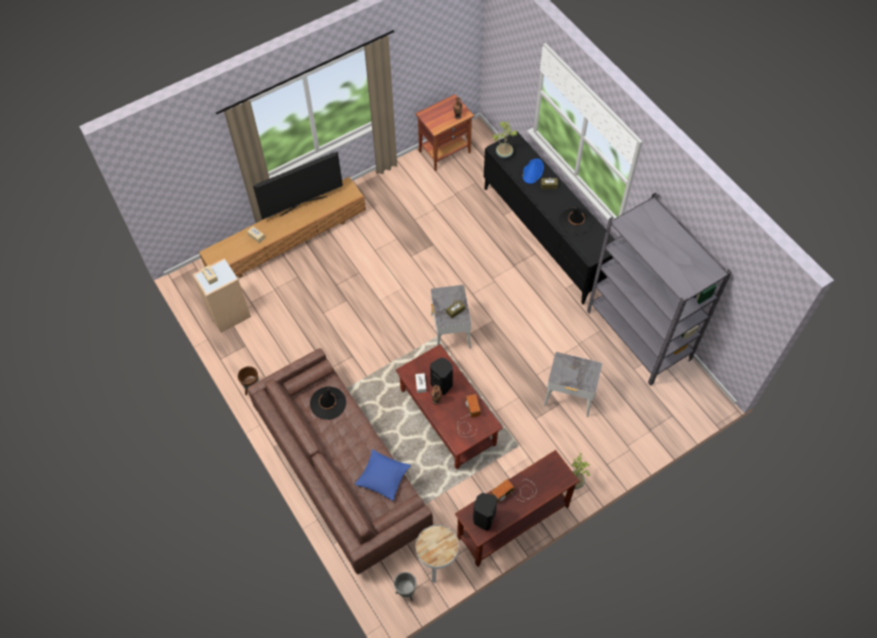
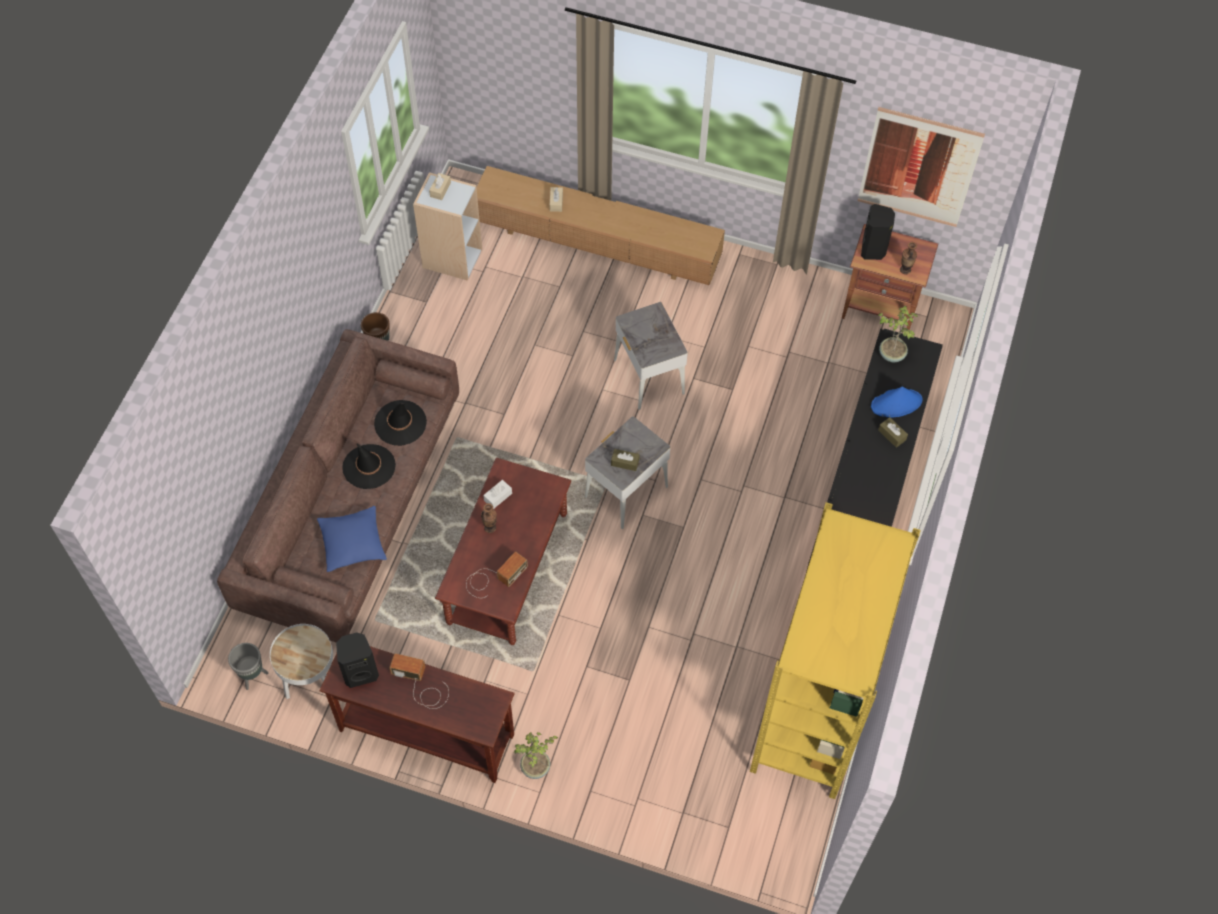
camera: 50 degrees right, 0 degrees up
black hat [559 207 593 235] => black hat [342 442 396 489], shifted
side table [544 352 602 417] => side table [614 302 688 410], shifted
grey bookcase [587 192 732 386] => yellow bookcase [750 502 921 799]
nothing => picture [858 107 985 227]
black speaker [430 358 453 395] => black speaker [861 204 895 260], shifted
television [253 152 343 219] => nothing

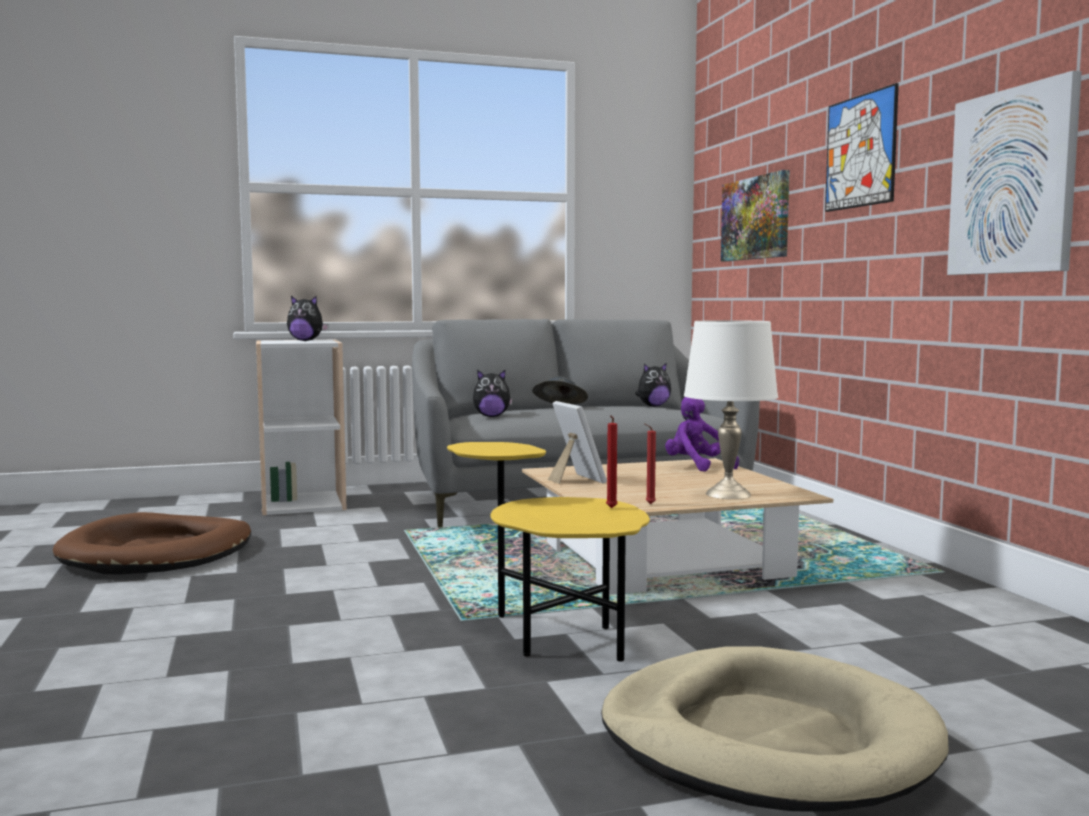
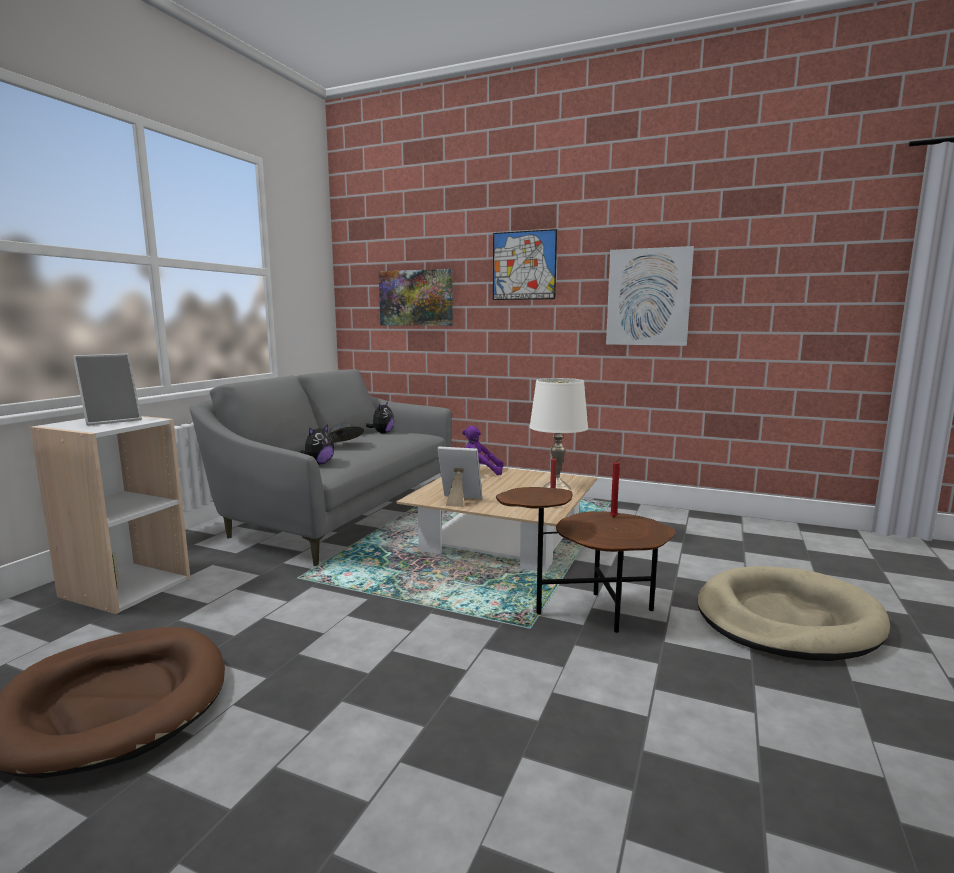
camera: 50 degrees left, 5 degrees up
plush toy [287 296 329 341] => picture frame [73 354 142 426]
yellow side table [447 442 650 662] => brown side table [496 487 675 633]

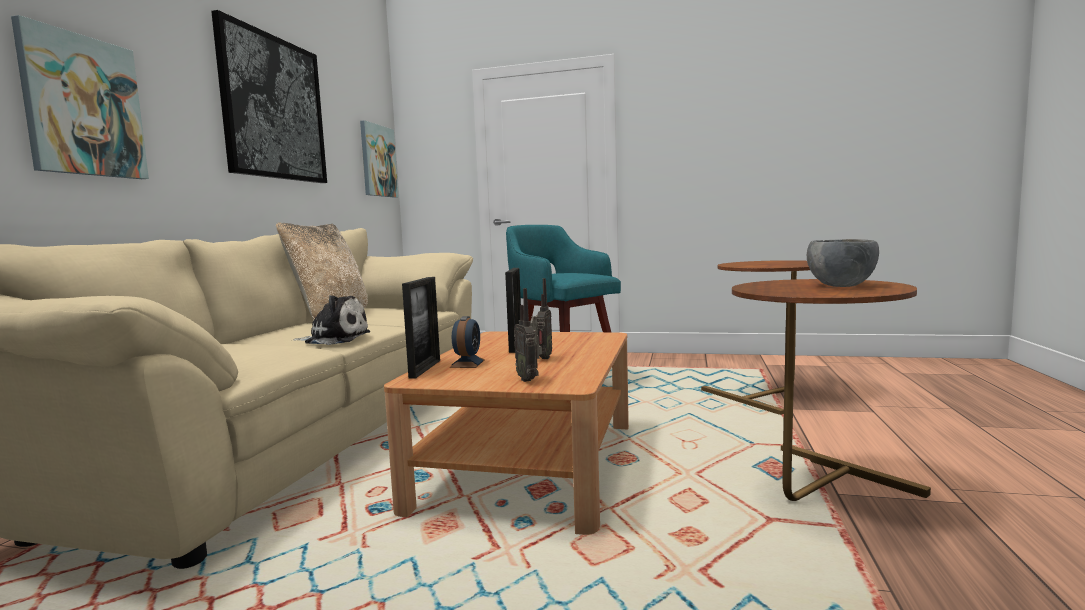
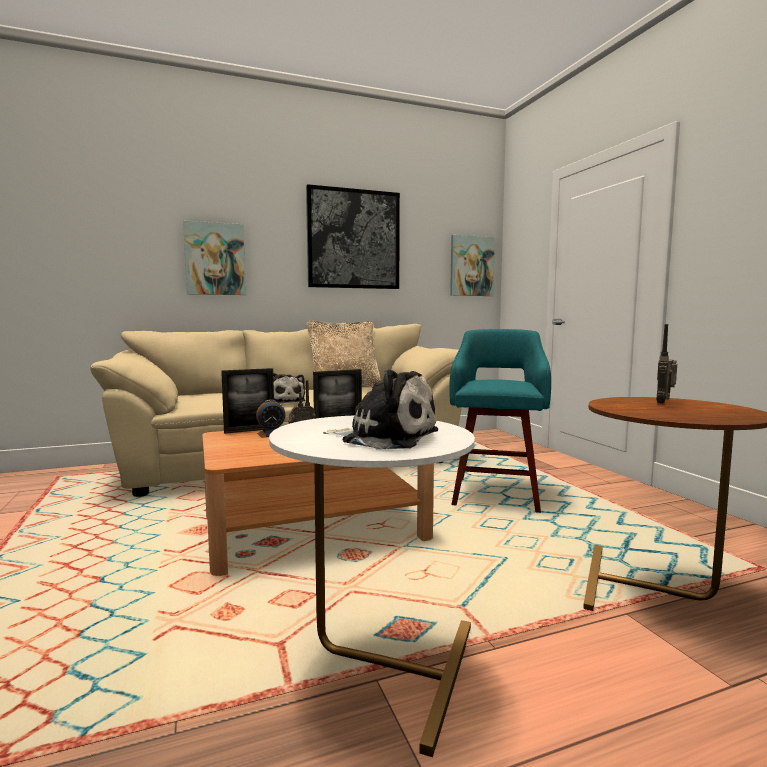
camera: 55 degrees right, 0 degrees up
brown side table [732 279 931 501] => white side table [269 415 475 757]
grey bowl [807 239 879 287] => plush toy [323 369 438 450]
radio [514 288 542 382] => radio [657 324 677 404], shifted

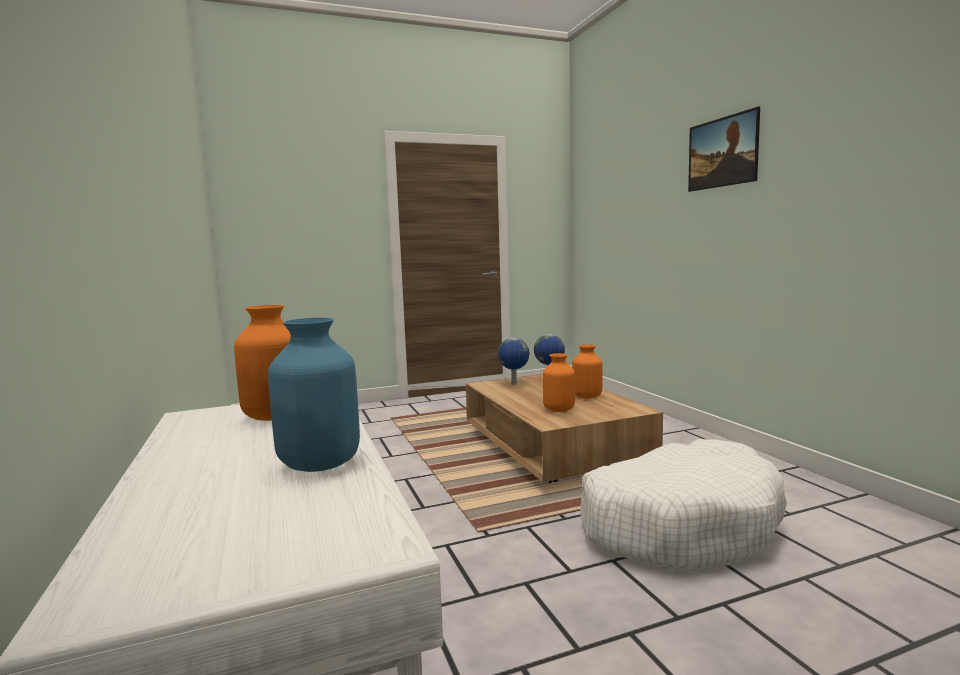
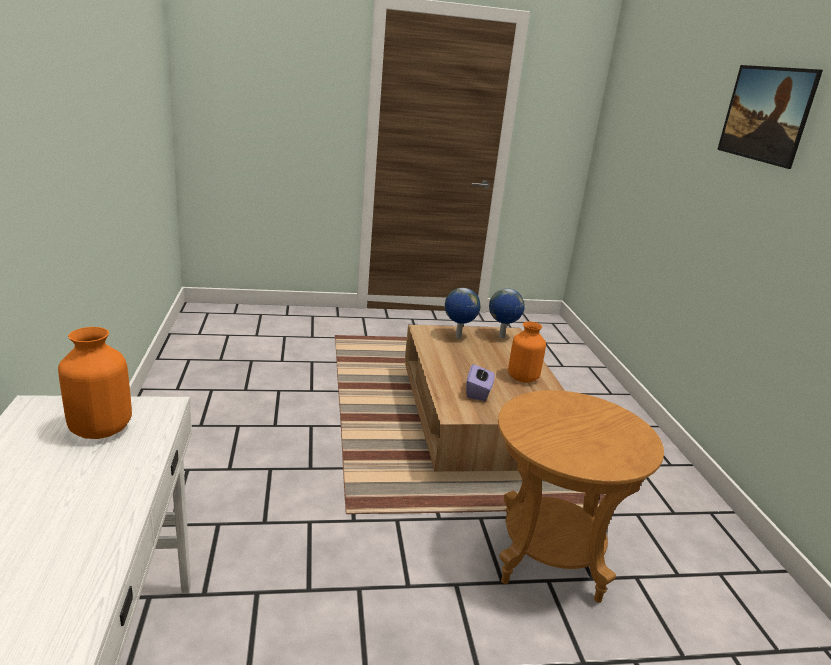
camera: 10 degrees right, 15 degrees up
orange vase [543 353 575 412] => purple tissue box [466 364 495 401]
white dog bed [580 439 787 571] => brown side table [498 390 664 603]
blue vase [268 318 360 472] => nothing

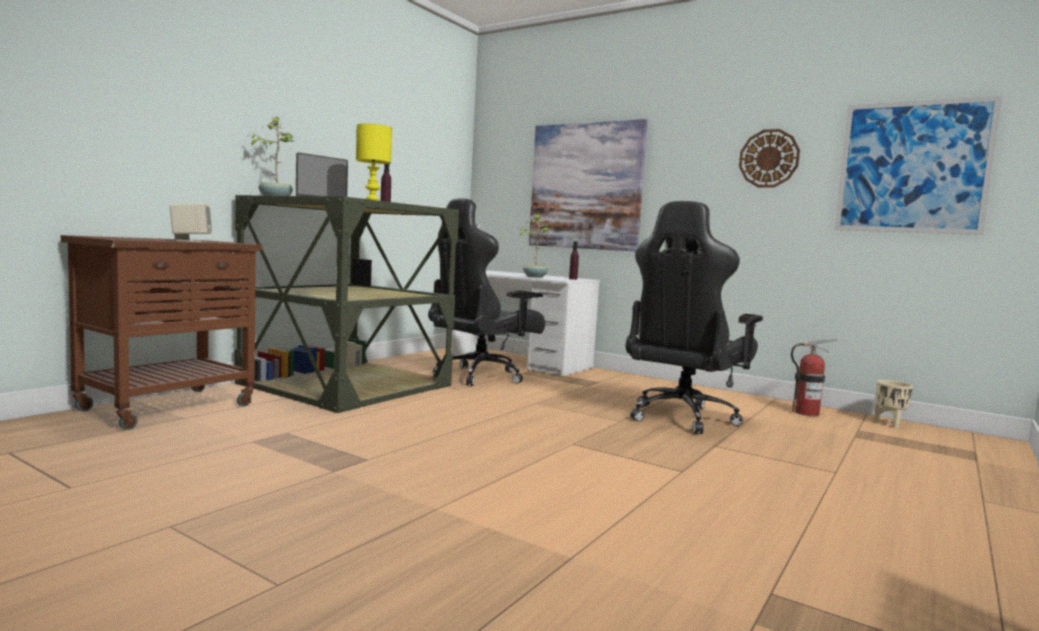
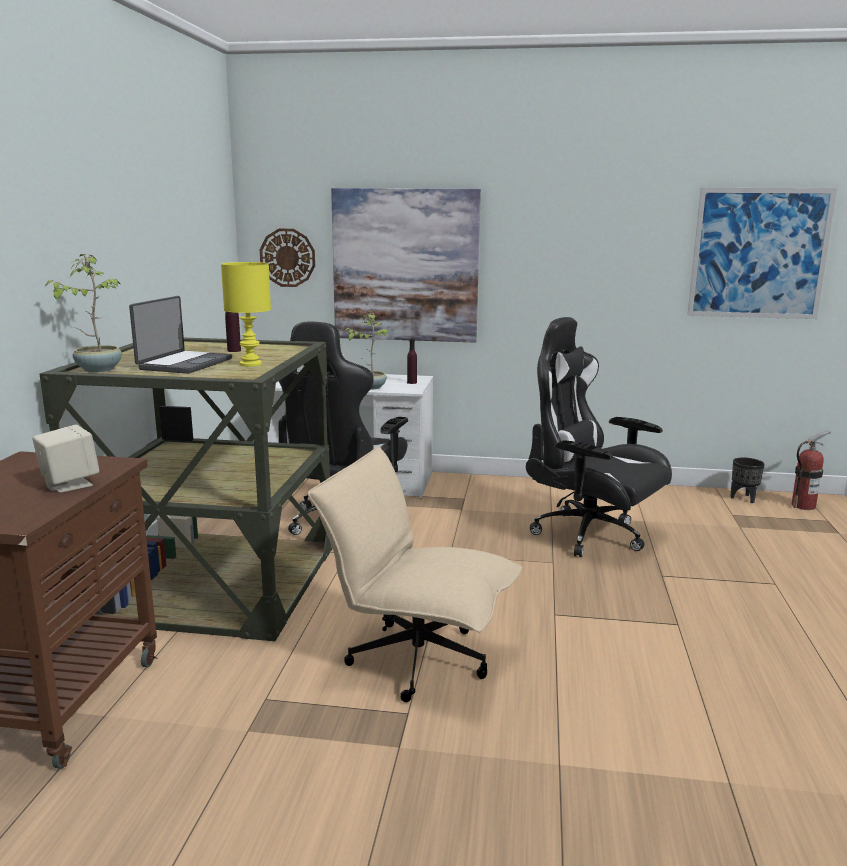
camera: 25 degrees left, 10 degrees up
wall clock [739 129 800 188] => wall clock [260 229 315 287], shifted
nothing => beige office chair [308 446 522 702]
black office chair [626 201 763 434] => black office chair [526 317 672 557], 120 degrees clockwise
beige planter [874 380 913 428] => black planter [730 457 765 503]
fire extinguisher [791 339 838 416] => fire extinguisher [791 431 831 510], shifted

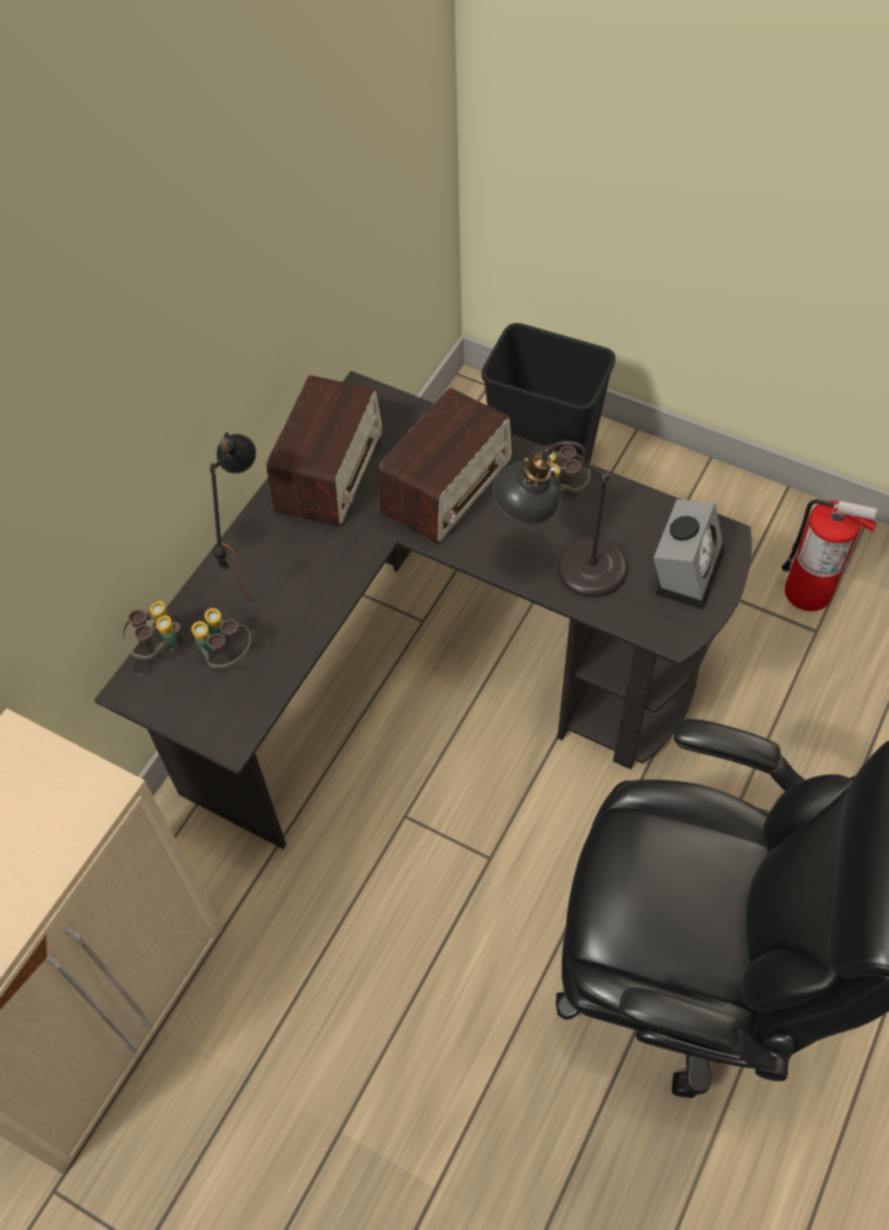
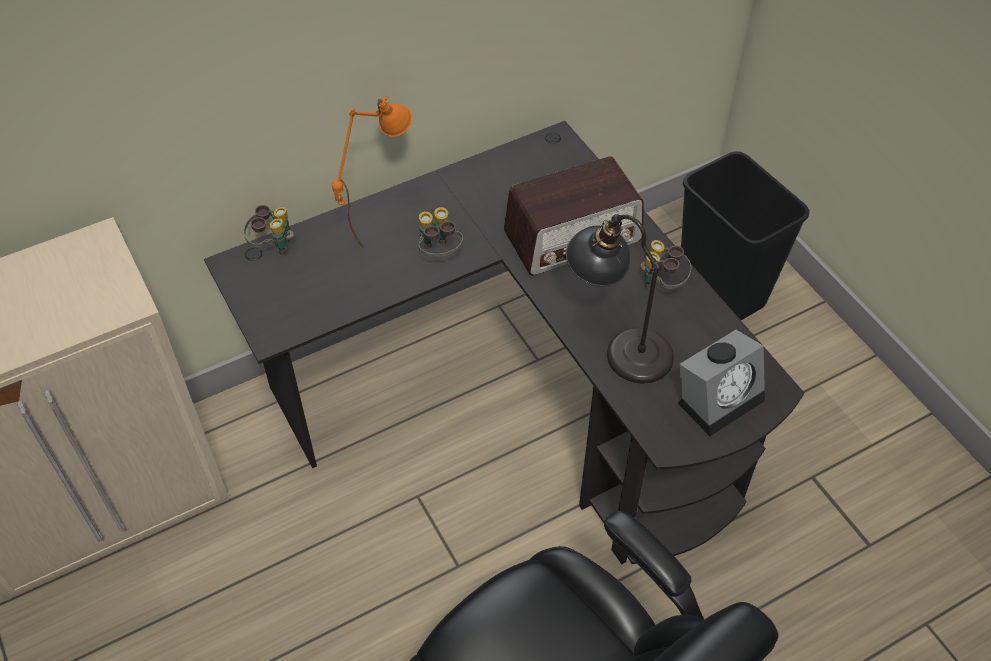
camera: 30 degrees right, 5 degrees down
black table lamp [210 432 256 602] => orange table lamp [332 96 412 248]
binoculars [191 608 251 668] => binoculars [419 207 463 257], shifted
radio [267 375 382 526] => nothing
fire extinguisher [782 499 878 611] => nothing

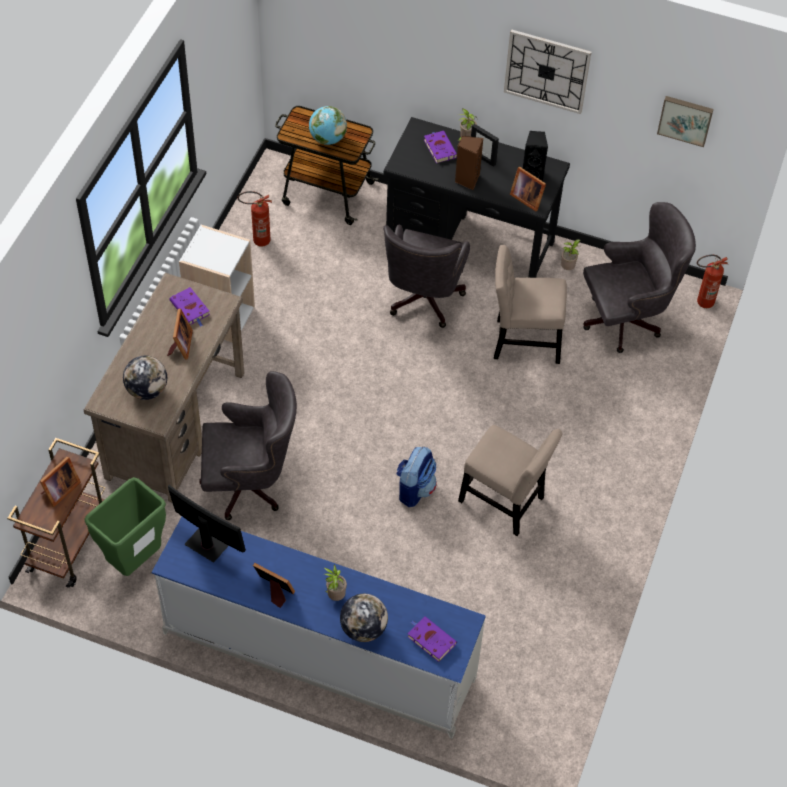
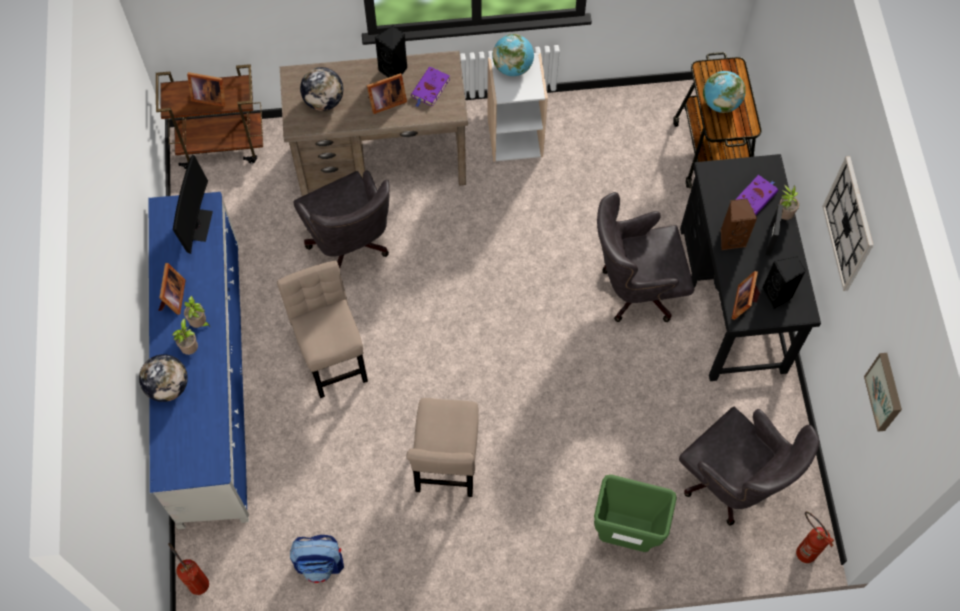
camera: 65 degrees right, 10 degrees up
fire extinguisher [237 191 272 247] => fire extinguisher [168 543 209 595], shifted
potted plant [561 239 580 270] => potted plant [184 296 210 328], shifted
beige chair [494 245 567 364] => beige chair [277 260 368 398], shifted
backpack [396 447 437 507] => backpack [290 535 344 583], shifted
nothing => black speaker [375 26 408 78]
nothing => globe [493 34 534 76]
green trash can [84 477 166 576] => green trash can [594 475 677 552], shifted
purple book [407 616 457 662] => nothing

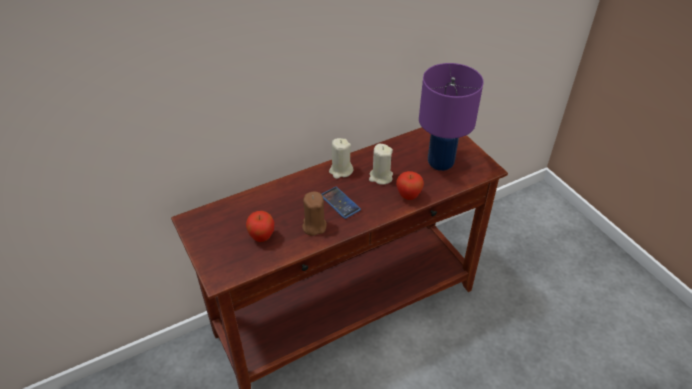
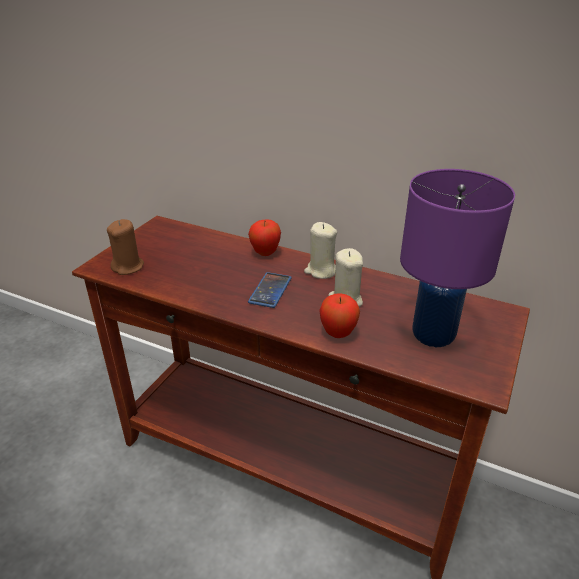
camera: 55 degrees right, 10 degrees down
brown candle [302 191 327 236] => brown candle [107 219 144 275], shifted
apple [246 211 274 242] => apple [248 220 281 256], shifted

